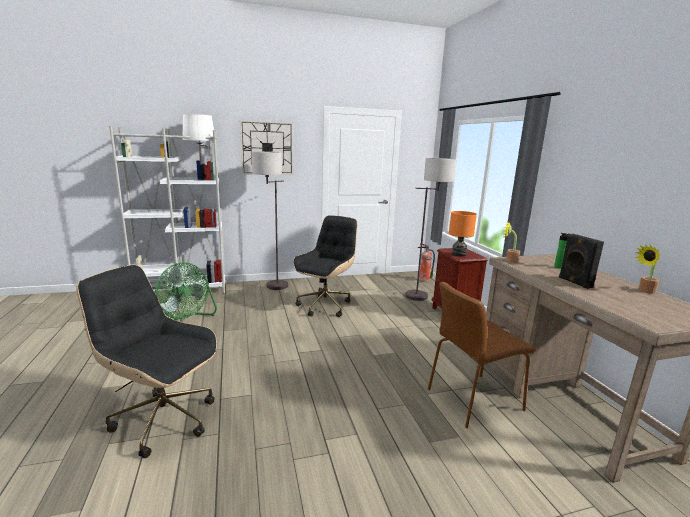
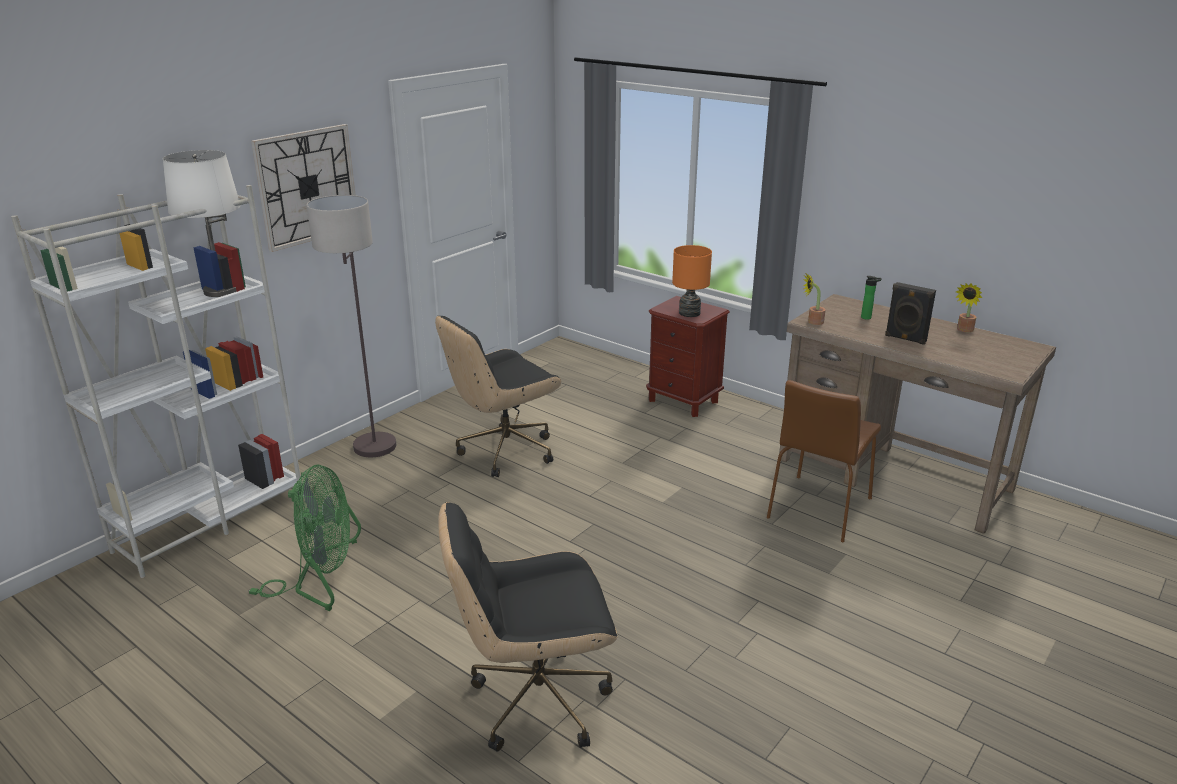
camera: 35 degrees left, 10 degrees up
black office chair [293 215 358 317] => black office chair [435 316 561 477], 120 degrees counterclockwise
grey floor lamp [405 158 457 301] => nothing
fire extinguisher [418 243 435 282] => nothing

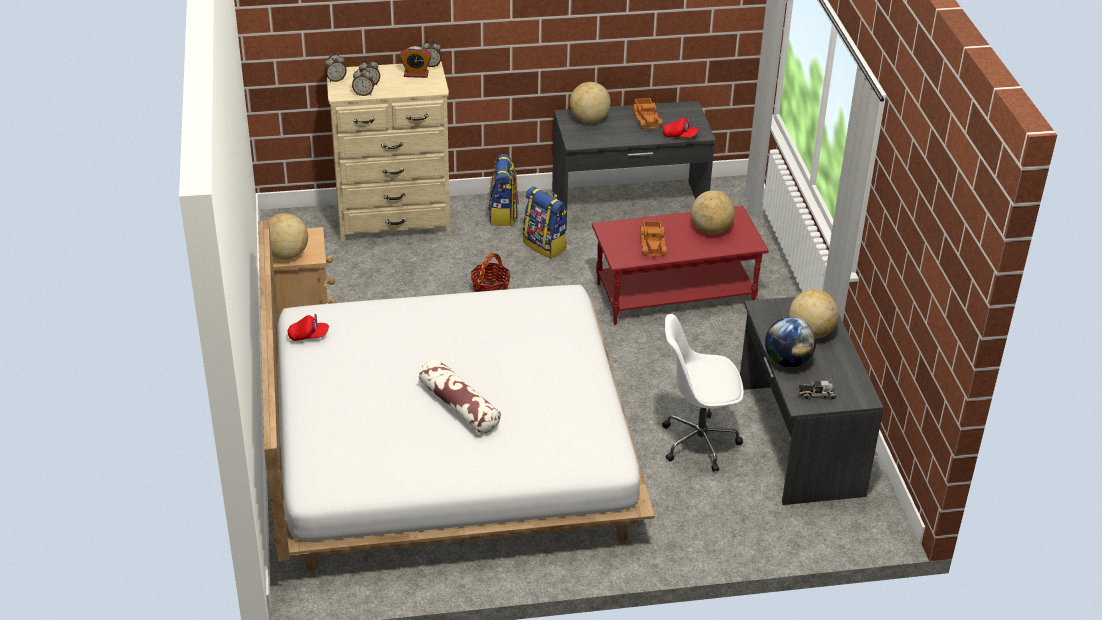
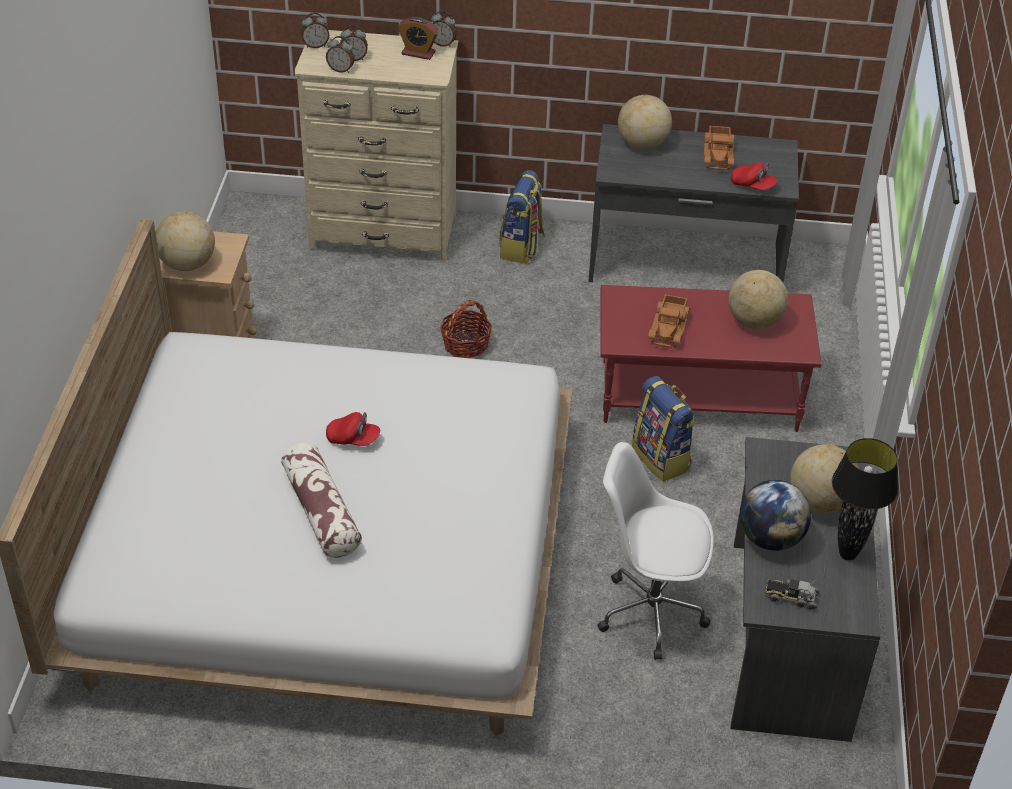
camera: 15 degrees right, 5 degrees up
red cap [288 314 329 341] => red cap [326 412 380 446], shifted
backpack [523 186 567 259] => backpack [632 376 695 481], shifted
nothing => black table lamp [832 438 898 561]

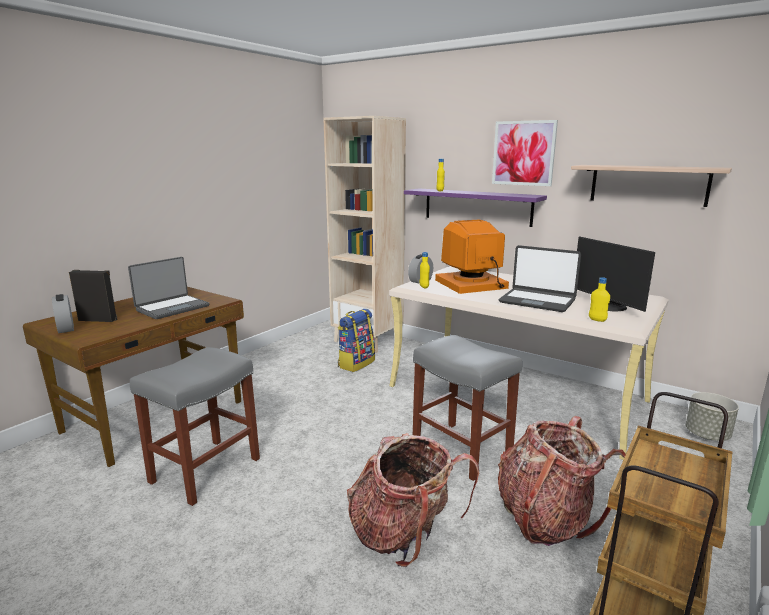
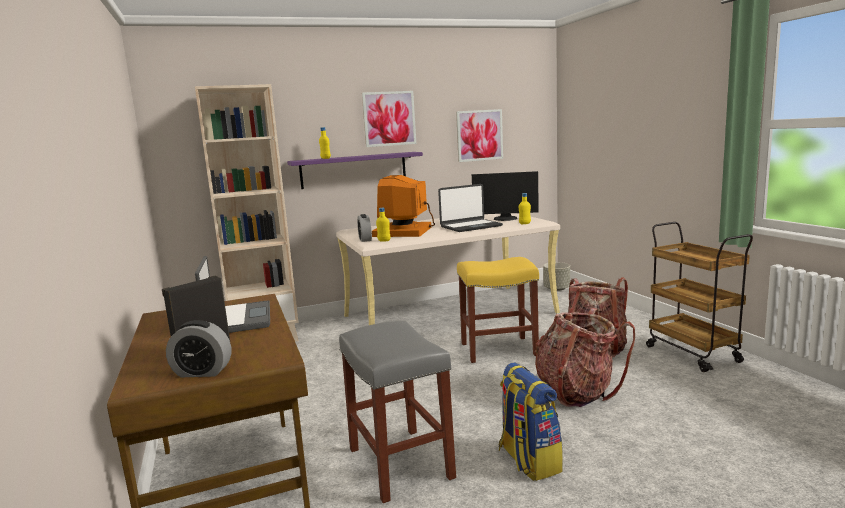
camera: 55 degrees left, 5 degrees down
shelf [571 165 732 207] => picture [456 109 503 162]
grey stool [413 335 522 481] => yellow stool [457 257 539 363]
backpack [338 309 375 372] => backpack [499 362 563 481], shifted

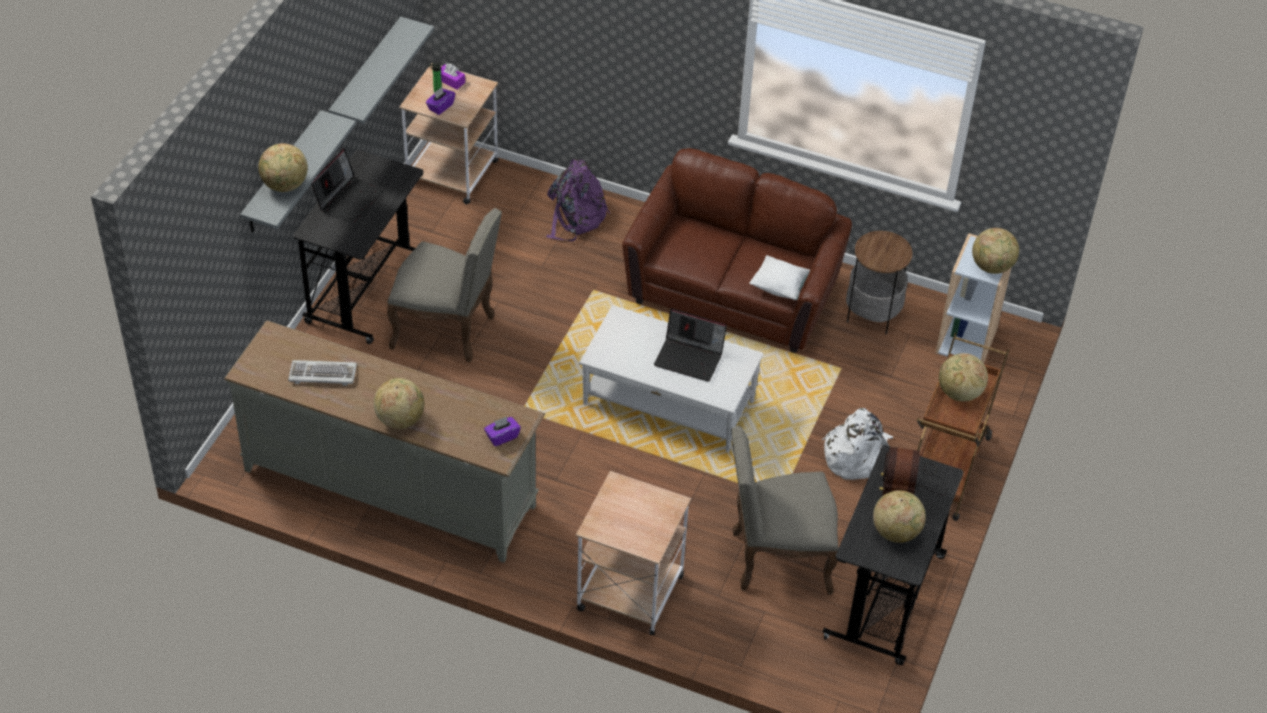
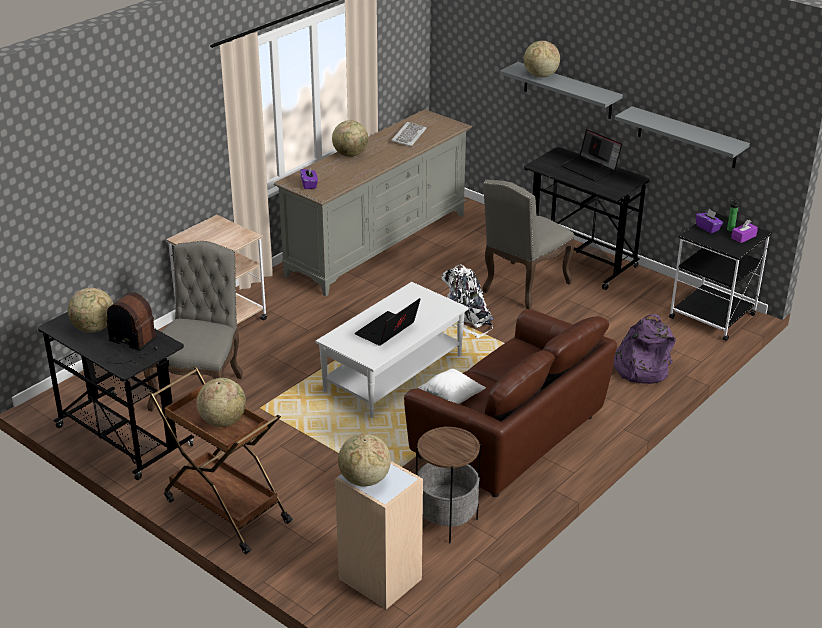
camera: 110 degrees right, 15 degrees down
white backpack [822 408 894 480] => white backpack [442 265 494 338], shifted
beige cart [399 63 499 205] => black cart [669 213 772 341]

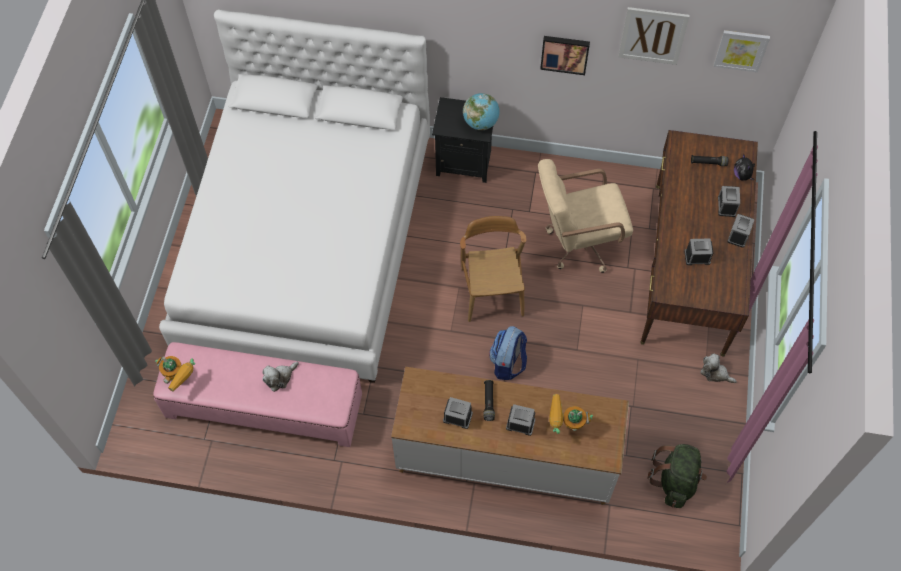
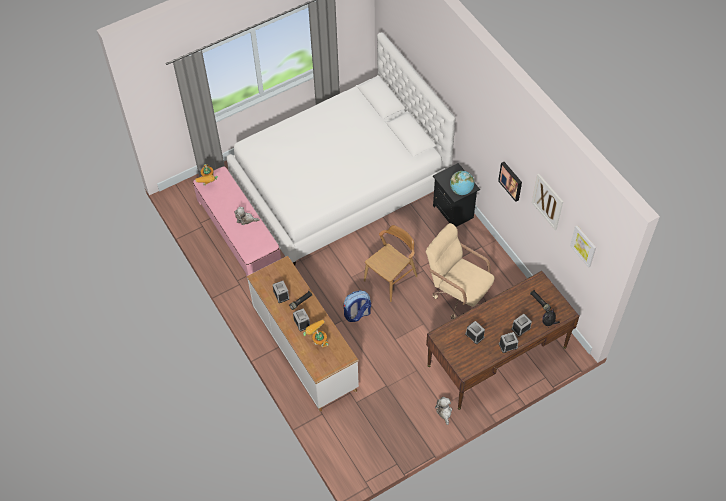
camera: 50 degrees right, 5 degrees down
green backpack [647 444 707 508] => nothing

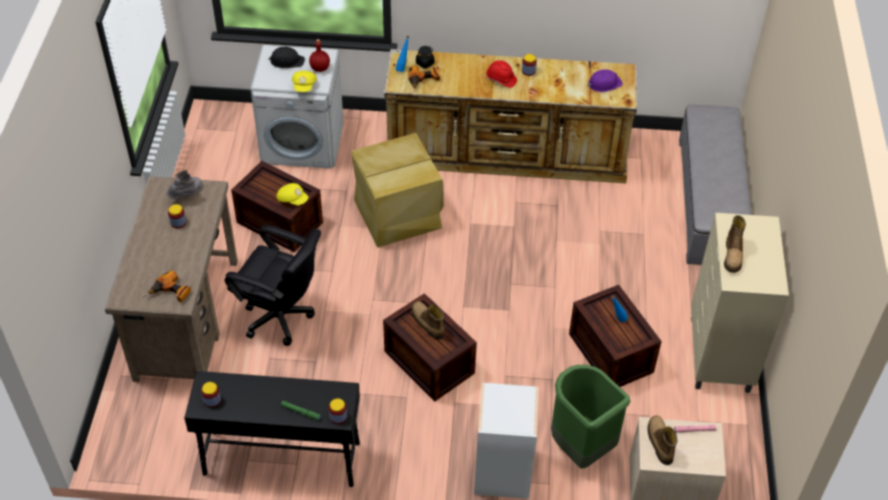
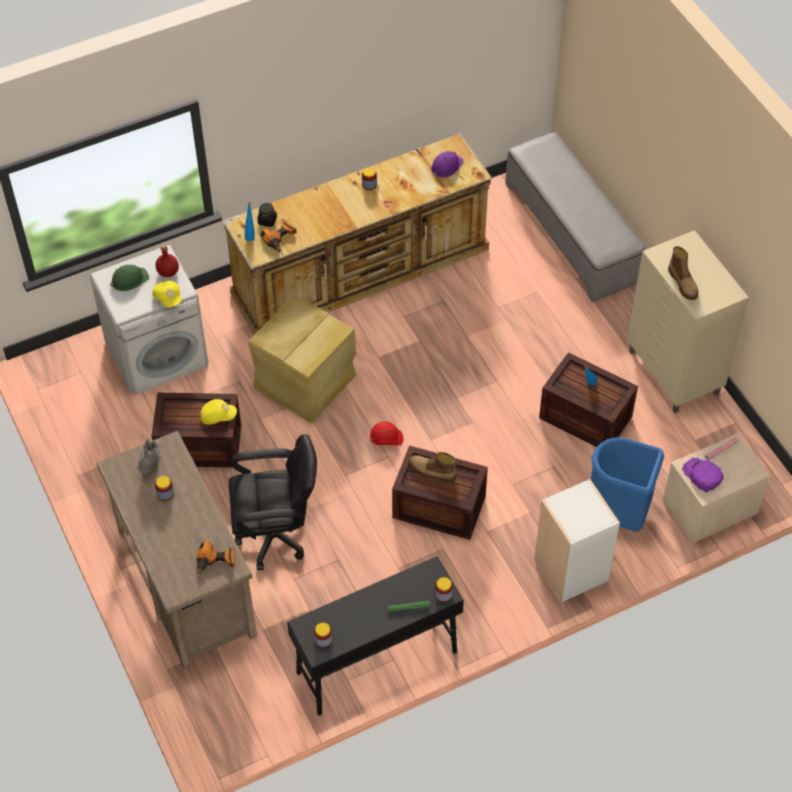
camera: 30 degrees left, 5 degrees up
black hard hat [268 47 305 68] => green hard hat [110 265 149 291]
red hard hat [486 60 517 88] => red hard hat [370 421 403 446], shifted
green trash can [551 365 630 468] => blue trash can [591 437 664 532]
boot [648 415 677 465] => purple cap [682 458 724 492]

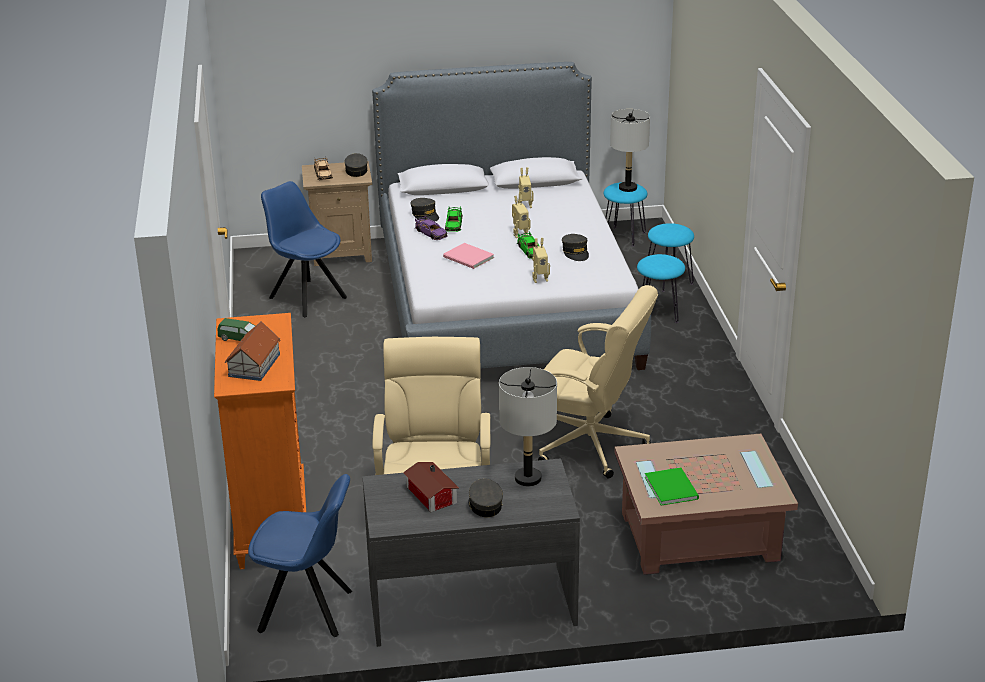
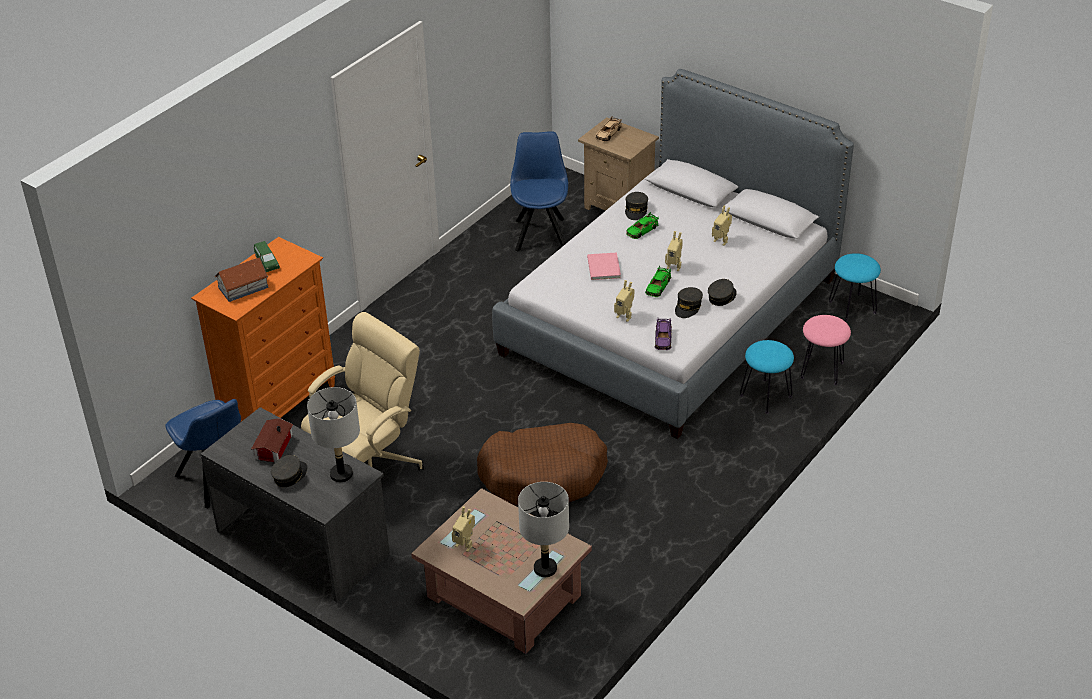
camera: 45 degrees right, 10 degrees up
green book [645 467 699 506] => toy robot [452 507 475 552]
beige office chair [538 285 658 479] => brown dog bed [477 423 608 506]
grey table lamp [610 109 650 192] => grey table lamp [518 482 569 577], shifted
purple toy car [415 215 447 240] => purple toy car [654 319 672 350], shifted
grey cap [344 153 368 177] => grey cap [708 279 737 306], shifted
turquoise stool [645 223 694 292] => pink stool [800 315 851 386]

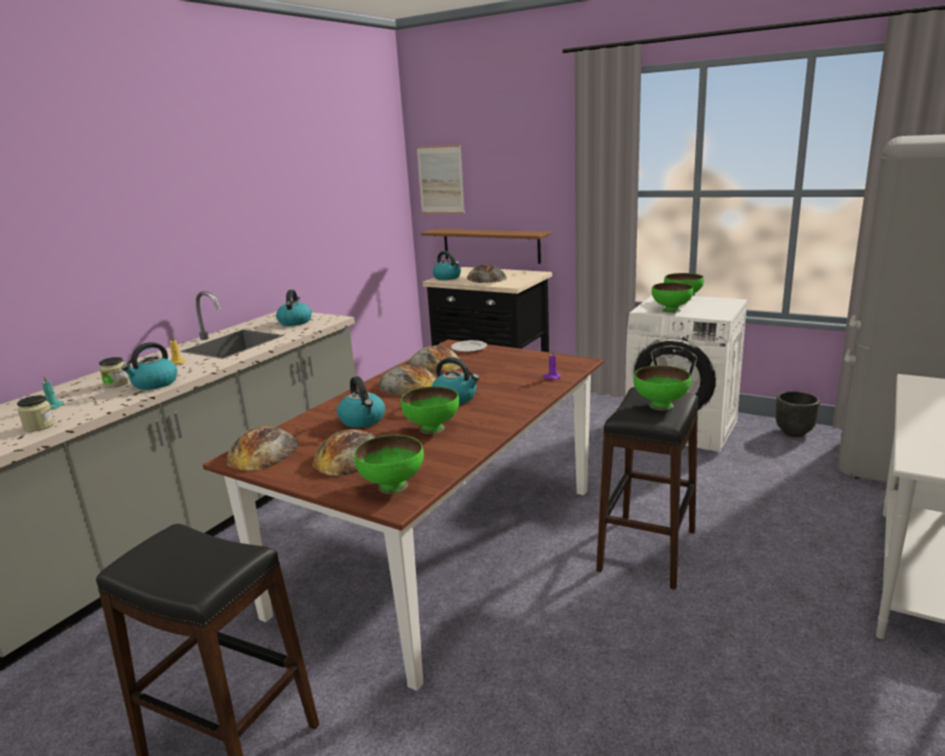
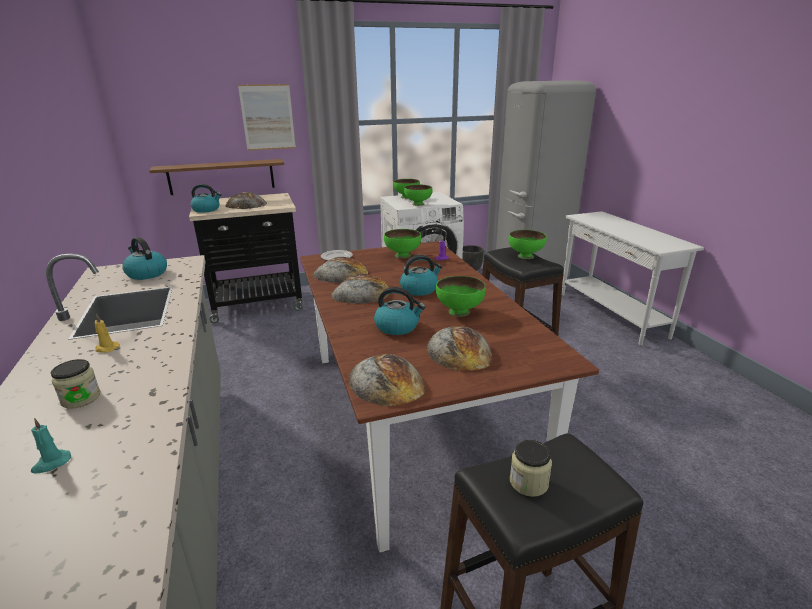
camera: 50 degrees left, 5 degrees up
picture [416 145 465 214] => picture [238 84 296 151], shifted
green bowl [354 435 424 494] => green bowl [384 229 421 258], shifted
jar [17 395 55 432] => jar [510 440 552 497], shifted
kettle [122 342 178 390] => nothing

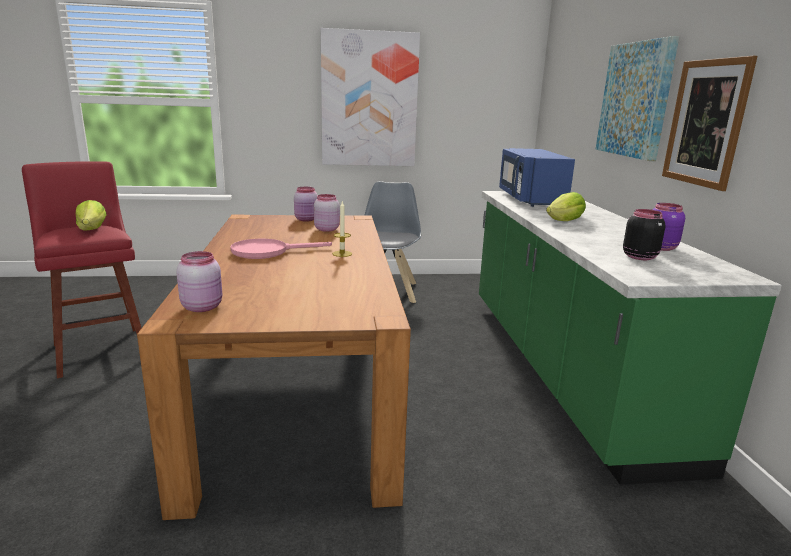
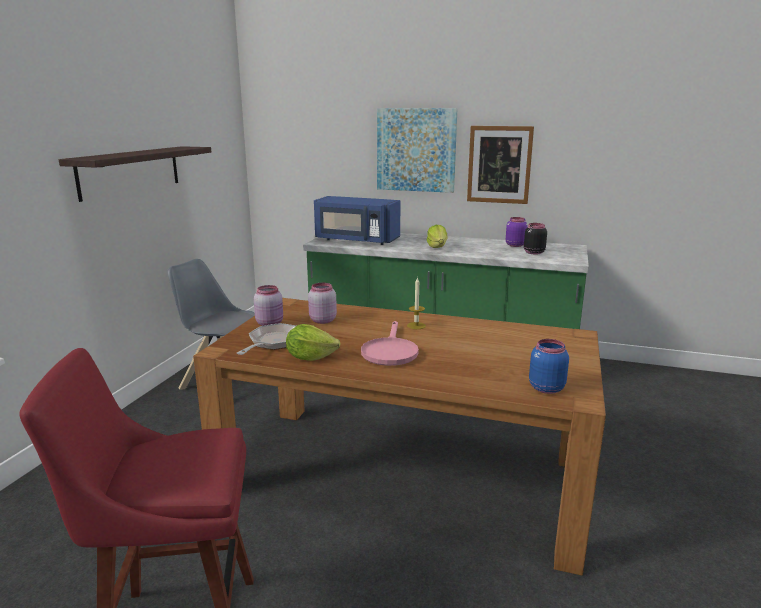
camera: 65 degrees left, 0 degrees up
picture [321 28 420 166] => shelf [59 146 211 202]
nothing => frying pan [237 323 296 355]
lettuce [75 200 107 231] => lettuce [286 324 341 361], shifted
pink jar [176 251 222 312] => blue jar [529 339 569 394]

